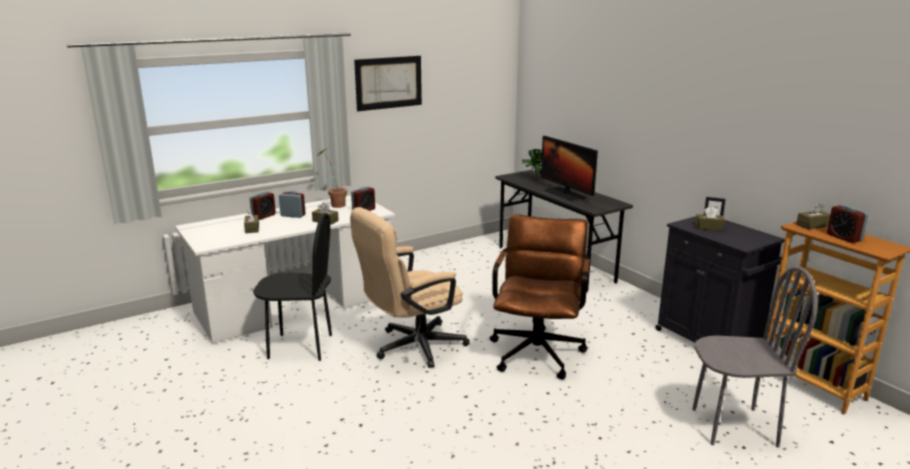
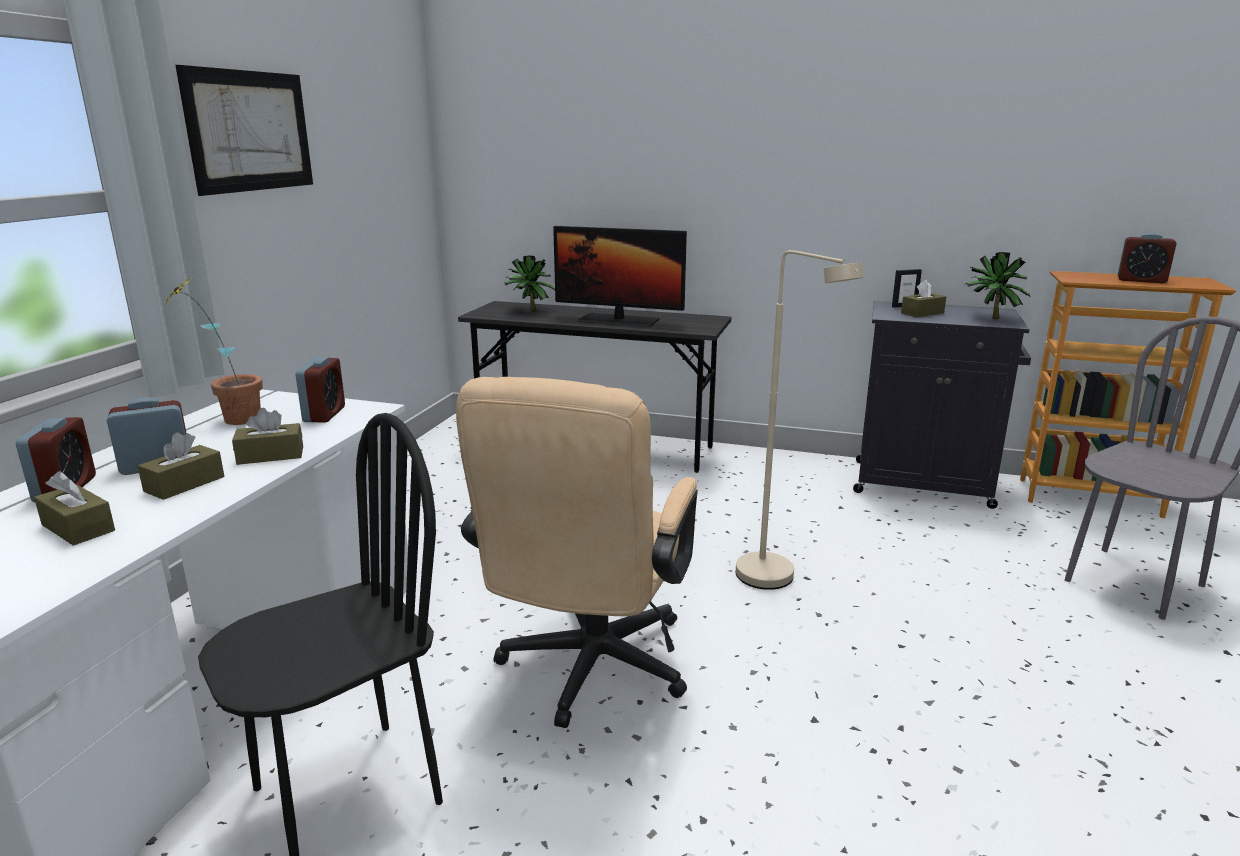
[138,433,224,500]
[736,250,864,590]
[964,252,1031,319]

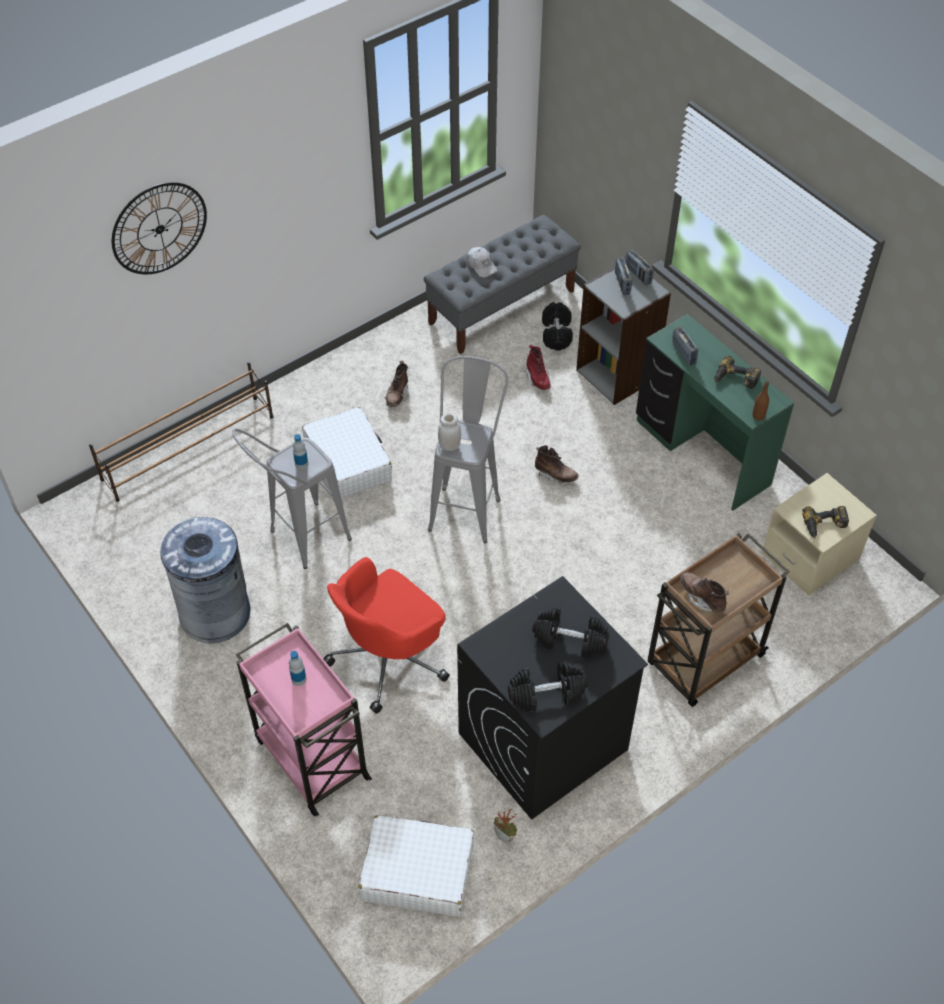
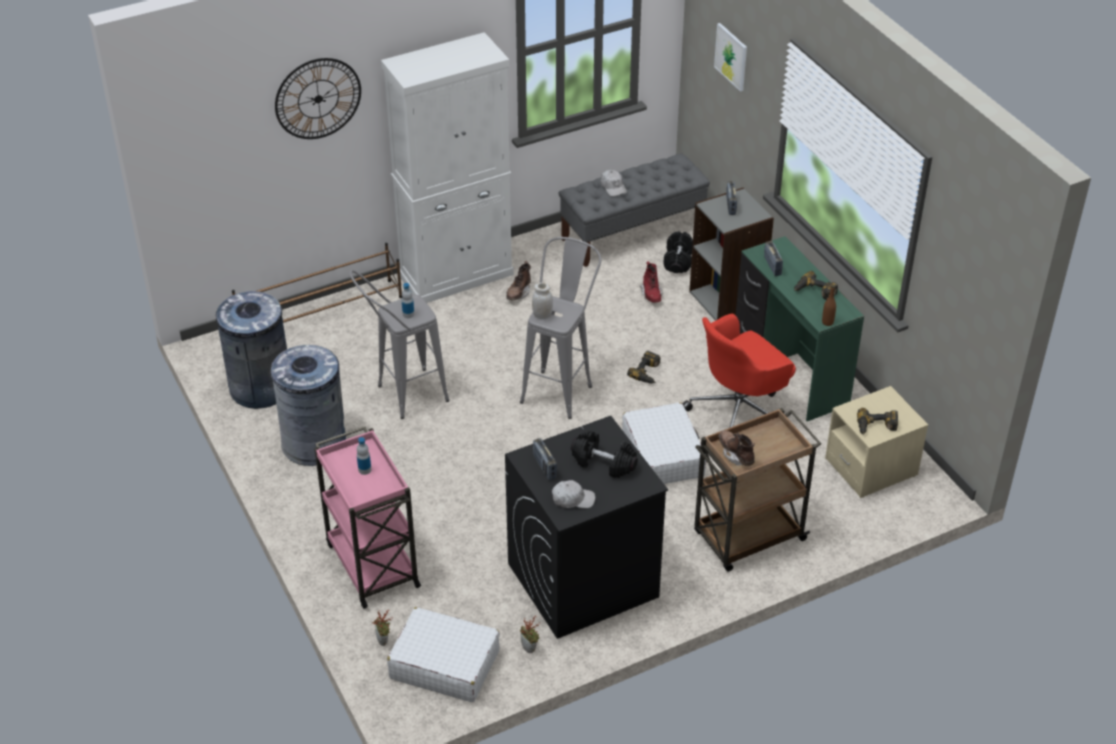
[213,291,287,409]
[372,610,393,646]
[381,32,514,303]
[533,438,557,480]
[552,480,595,508]
[622,402,707,484]
[627,351,660,384]
[683,314,796,428]
[714,23,747,92]

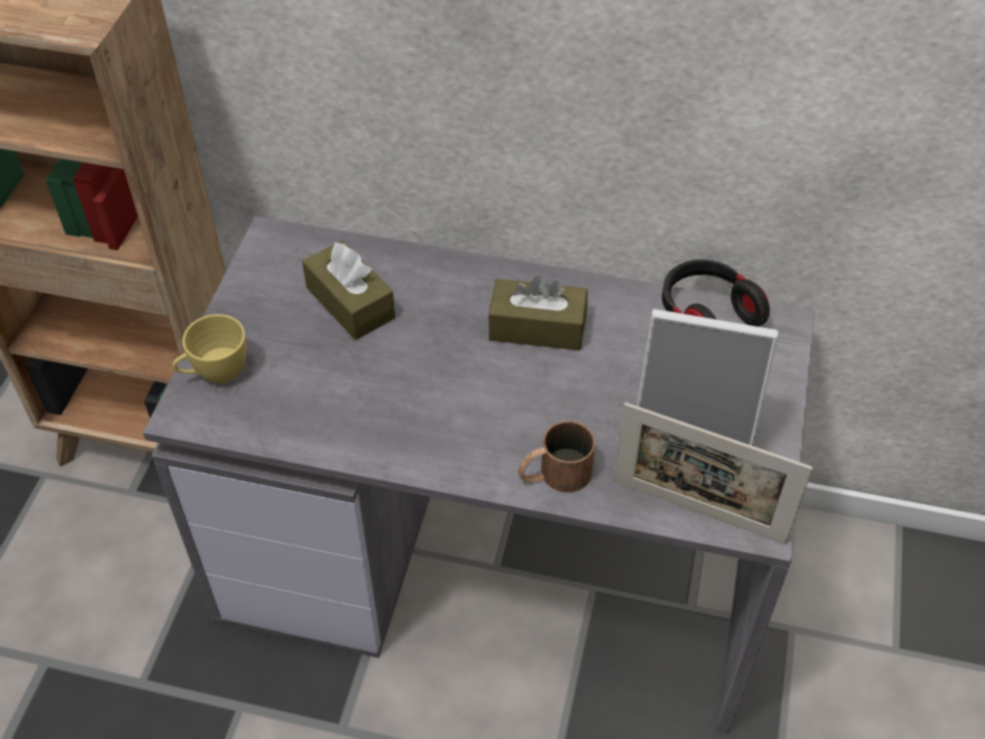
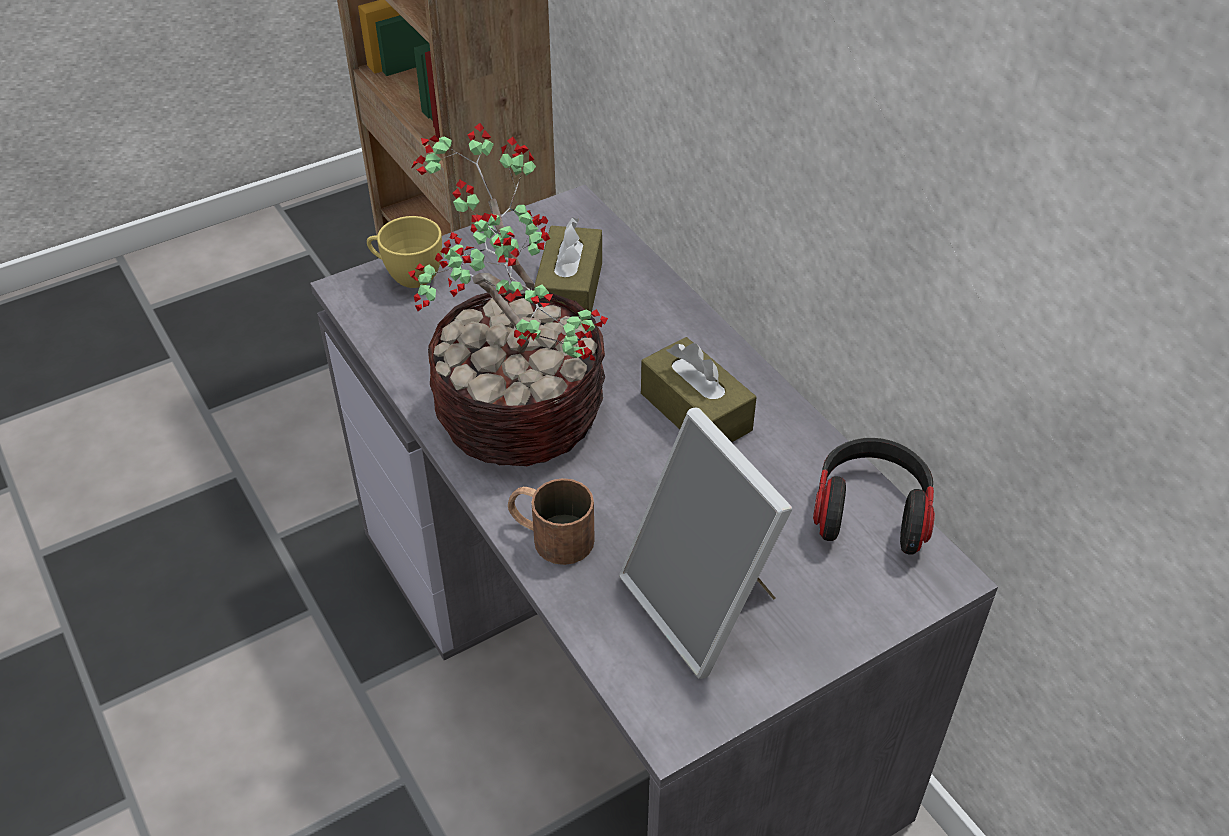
[408,123,608,466]
[614,402,813,544] (first image)

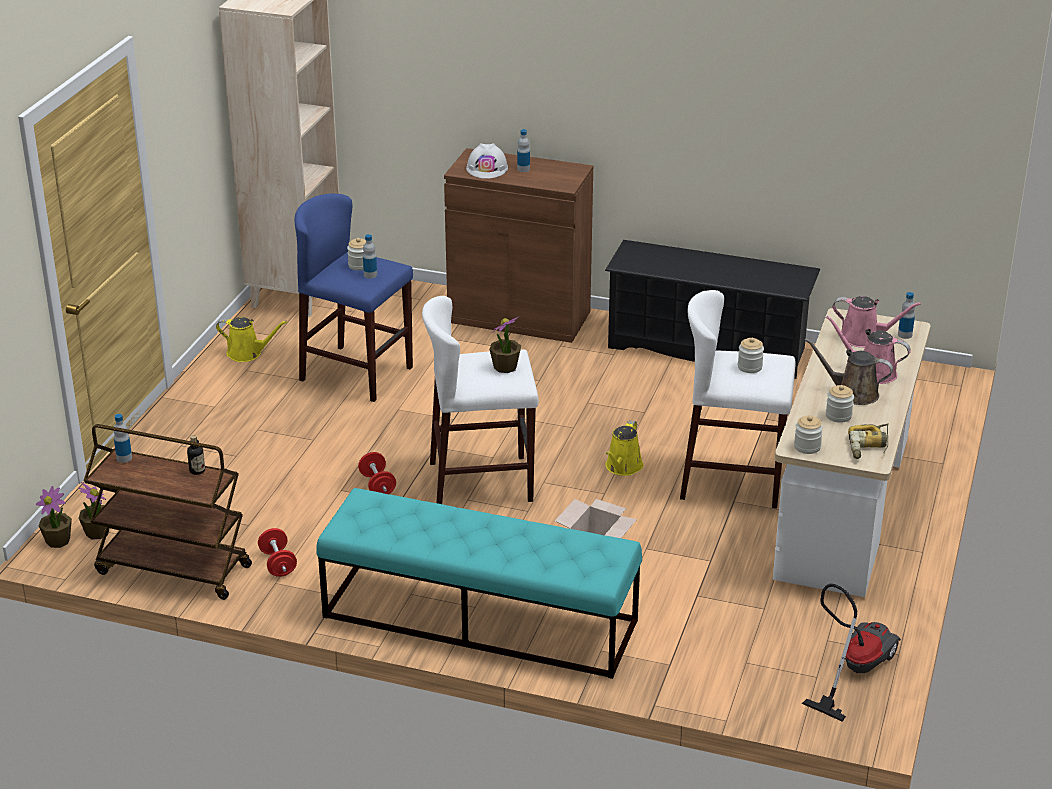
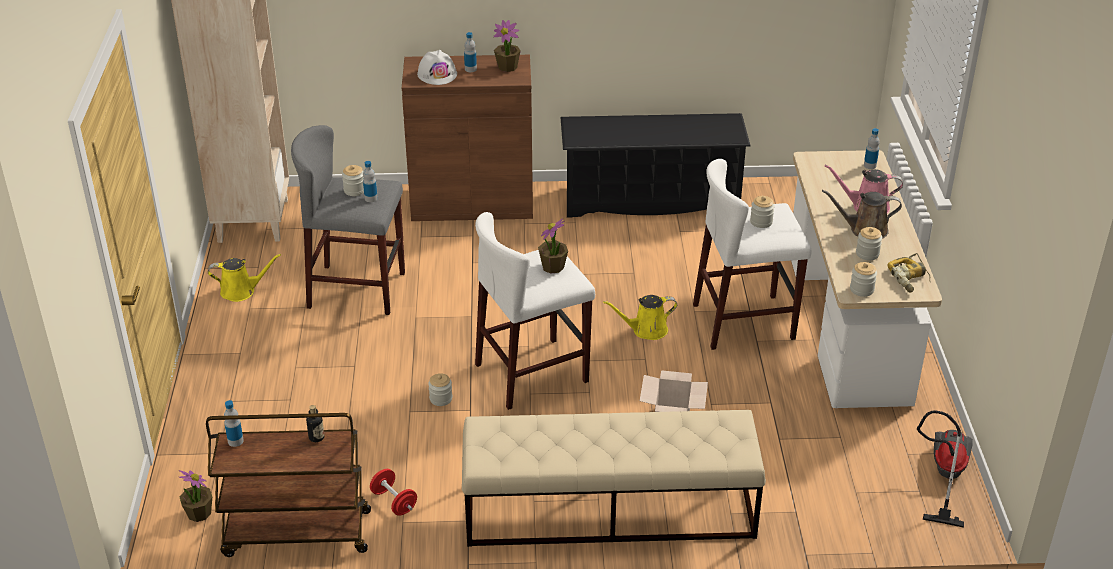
[291,125,405,315]
[428,373,452,406]
[462,410,766,547]
[494,20,521,72]
[603,295,677,340]
[832,296,921,348] (first image)

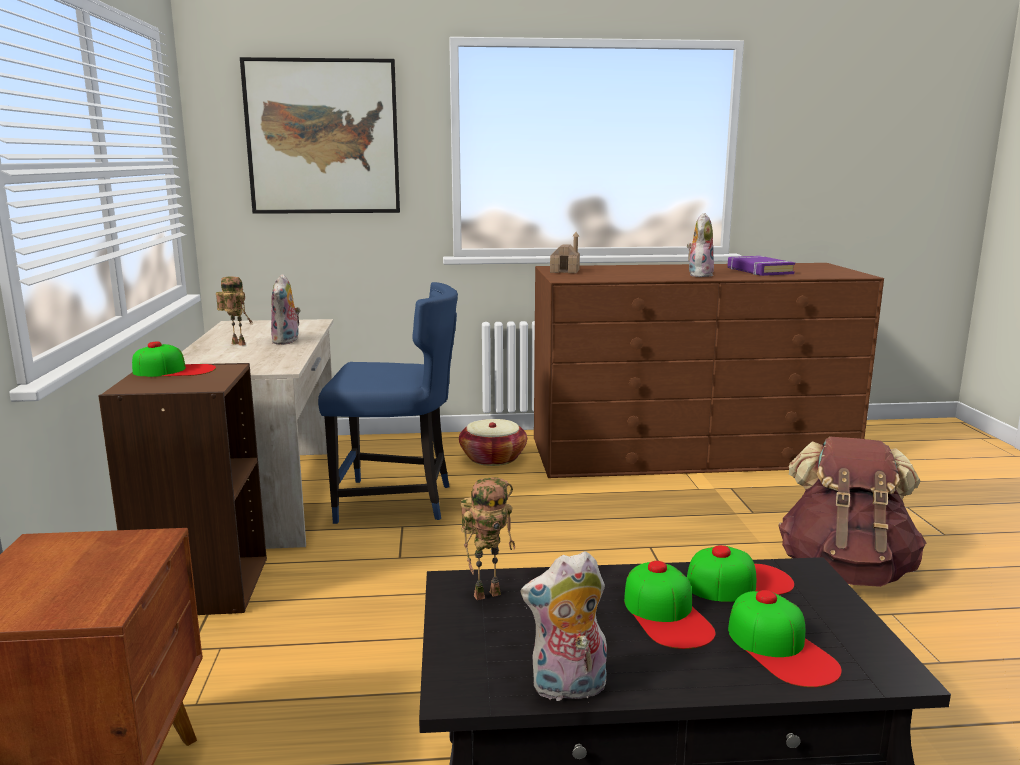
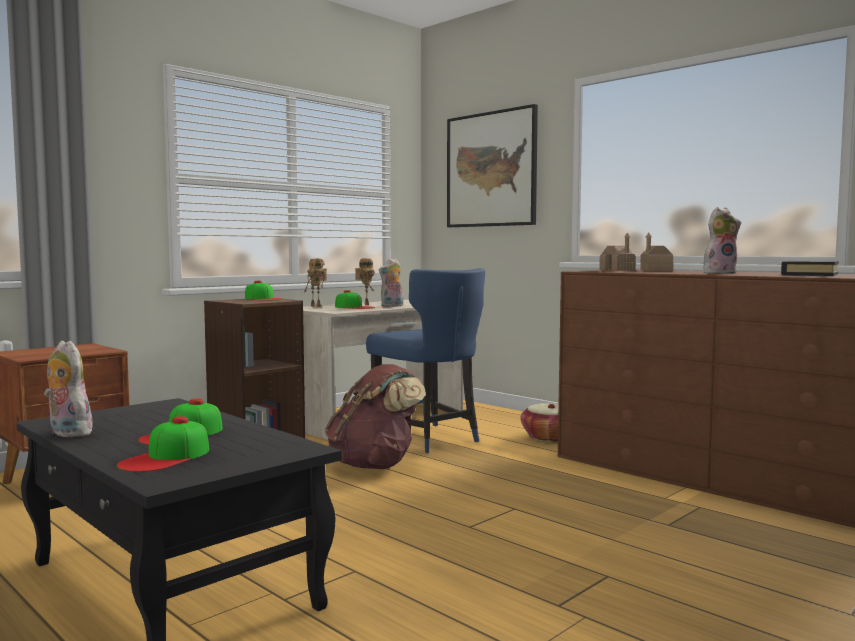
[305,258,327,307]
[325,364,426,469]
[335,290,376,309]
[640,233,674,271]
[781,261,839,276]

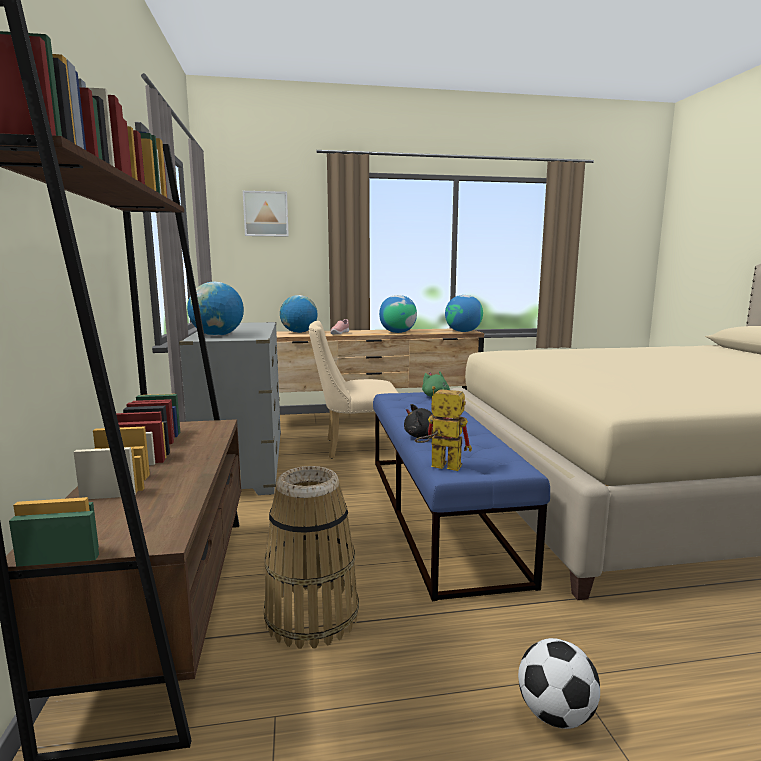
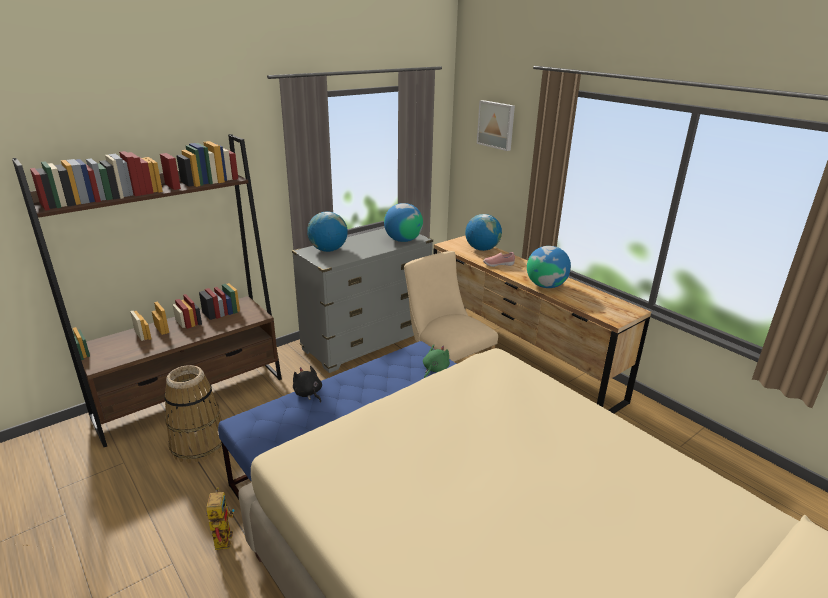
[206,487,235,550]
[384,203,423,242]
[518,638,600,729] (first image)

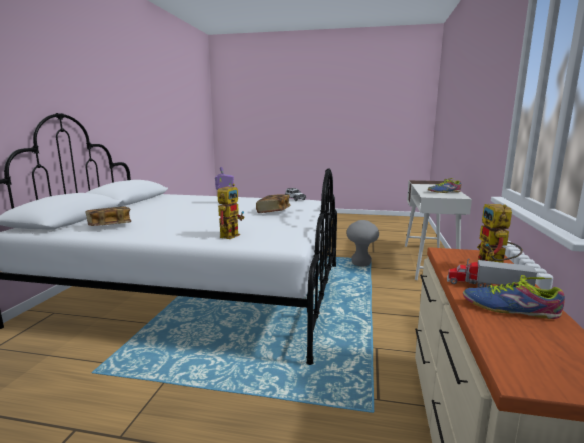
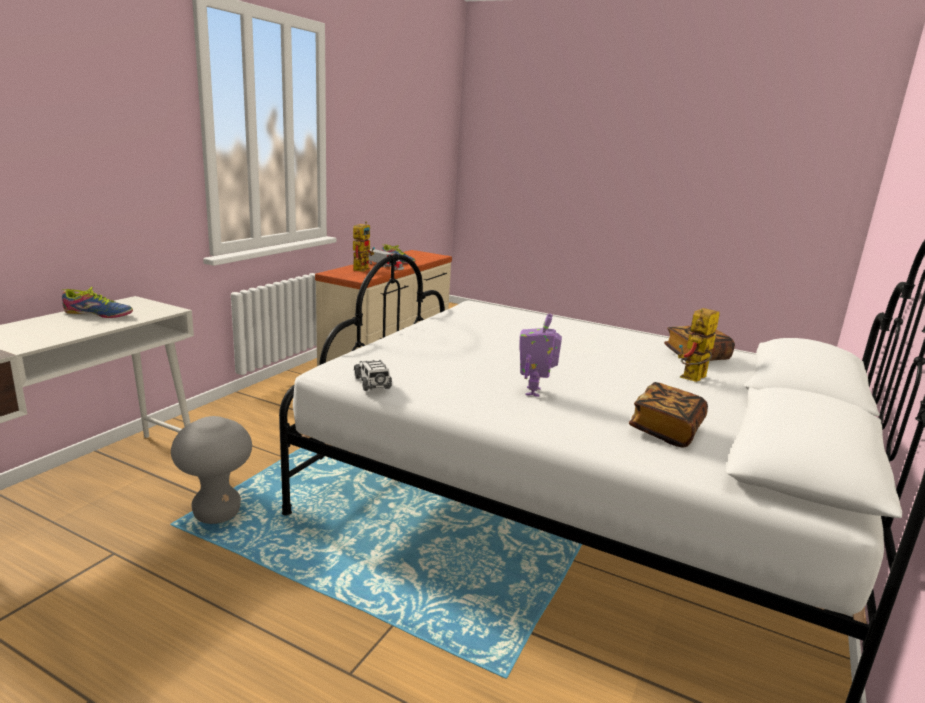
[629,382,708,447]
[678,308,720,382]

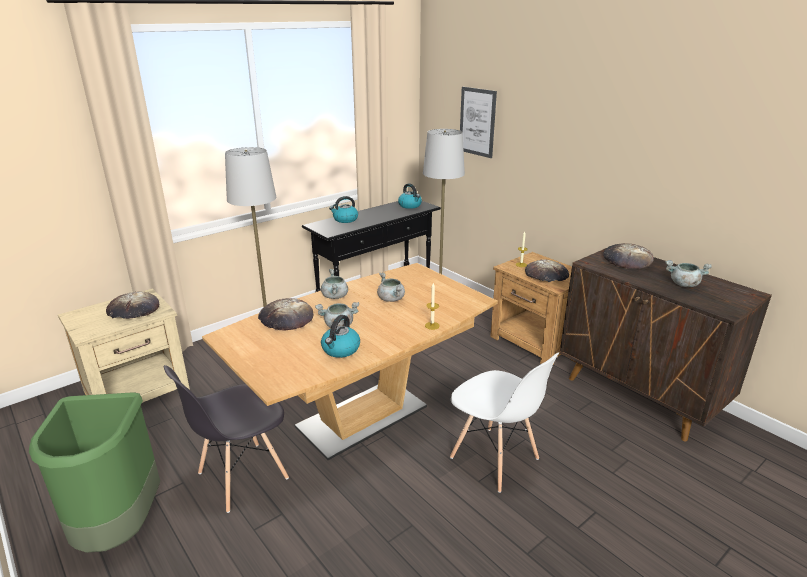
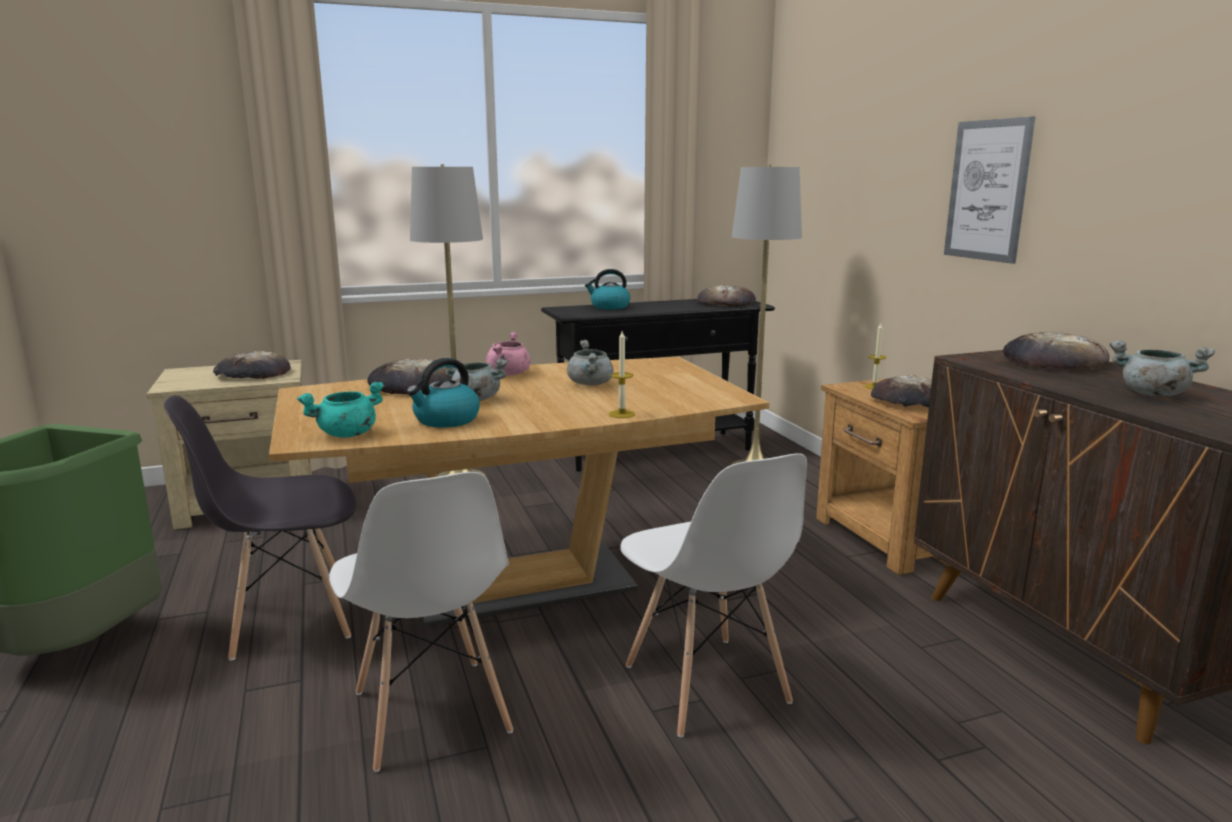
[297,382,384,438]
[329,472,513,772]
[486,332,531,375]
[697,285,756,307]
[944,116,1035,264]

